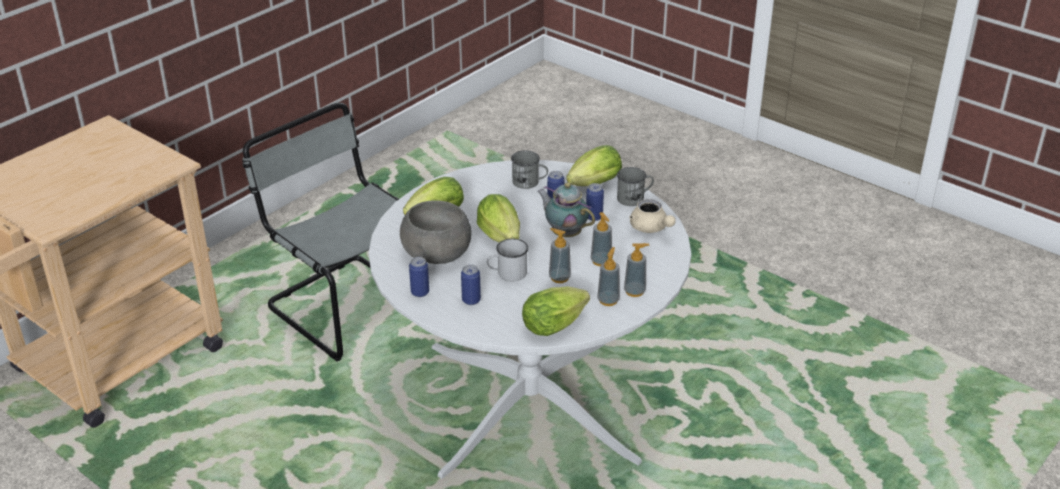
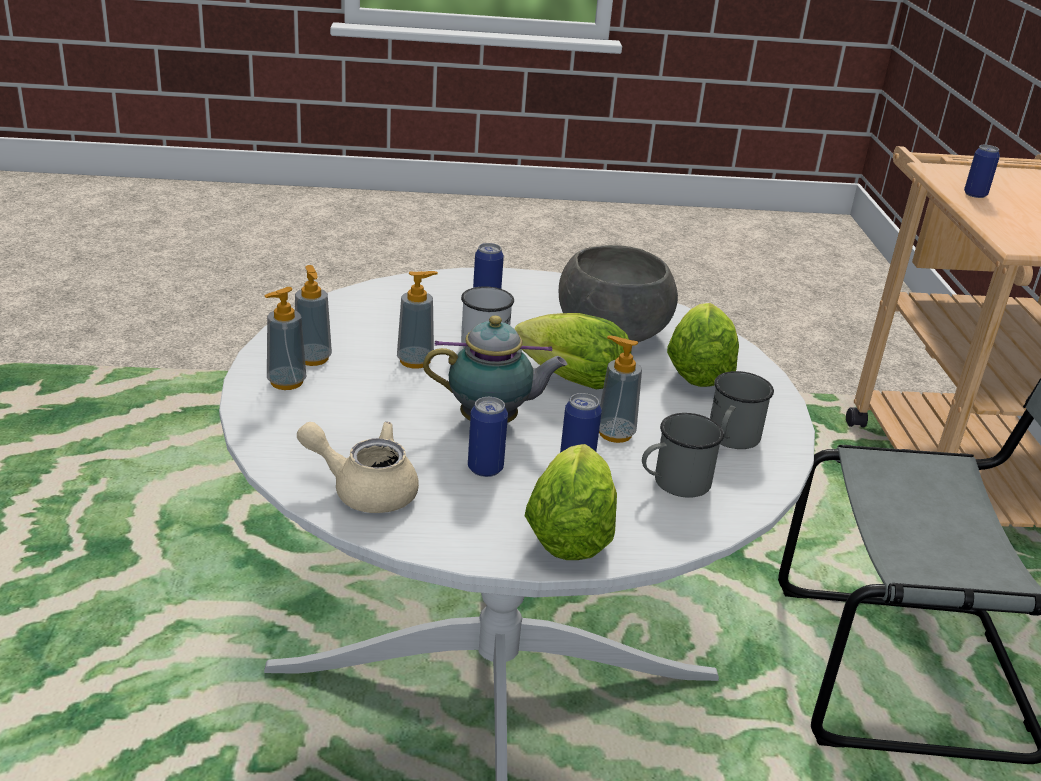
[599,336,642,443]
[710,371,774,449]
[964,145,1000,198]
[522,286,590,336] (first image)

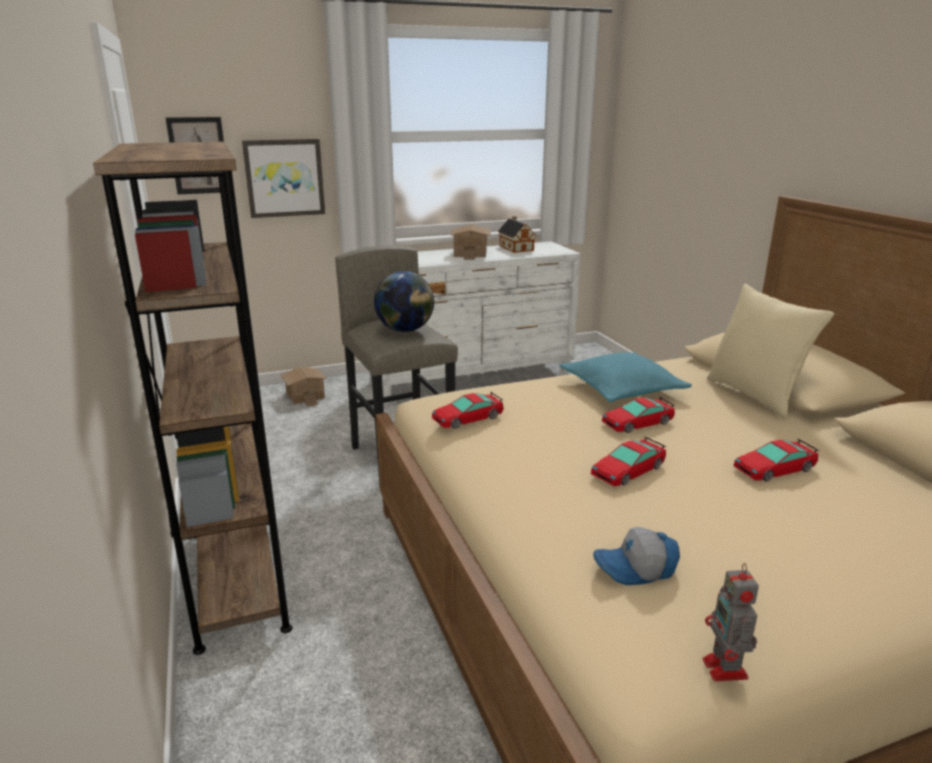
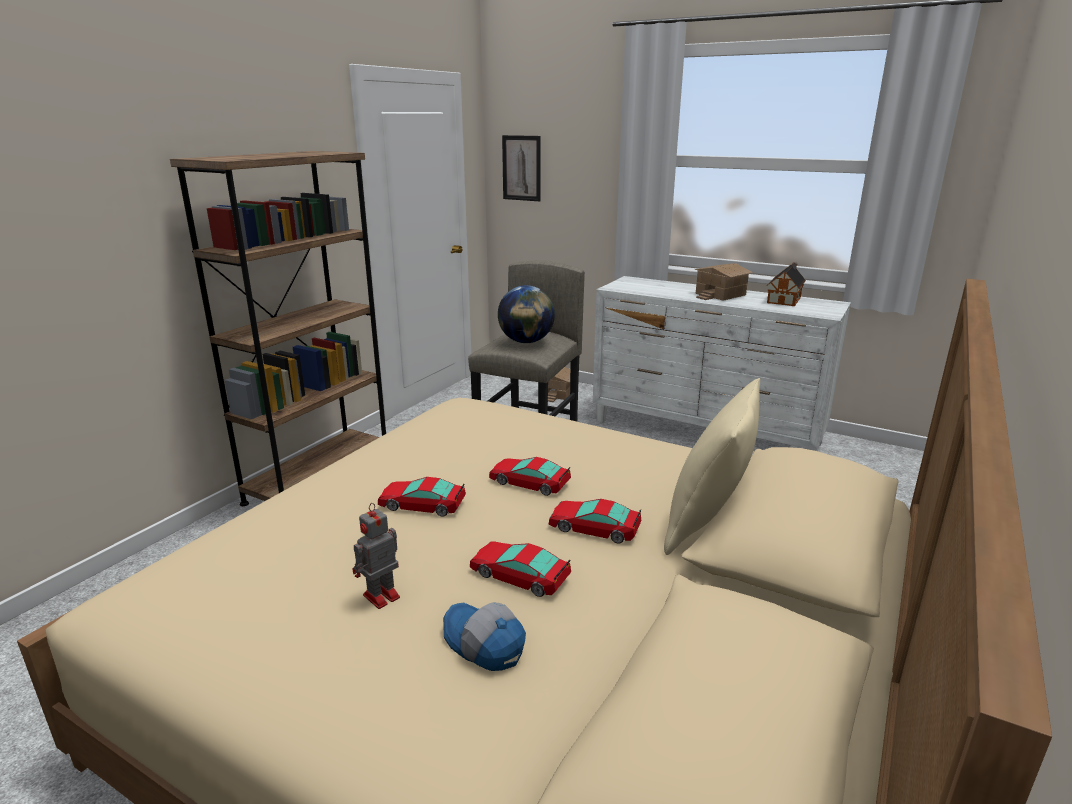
[353,503,400,609]
[443,602,526,671]
[549,499,642,544]
[242,139,325,218] (first image)
[560,352,692,402] (first image)

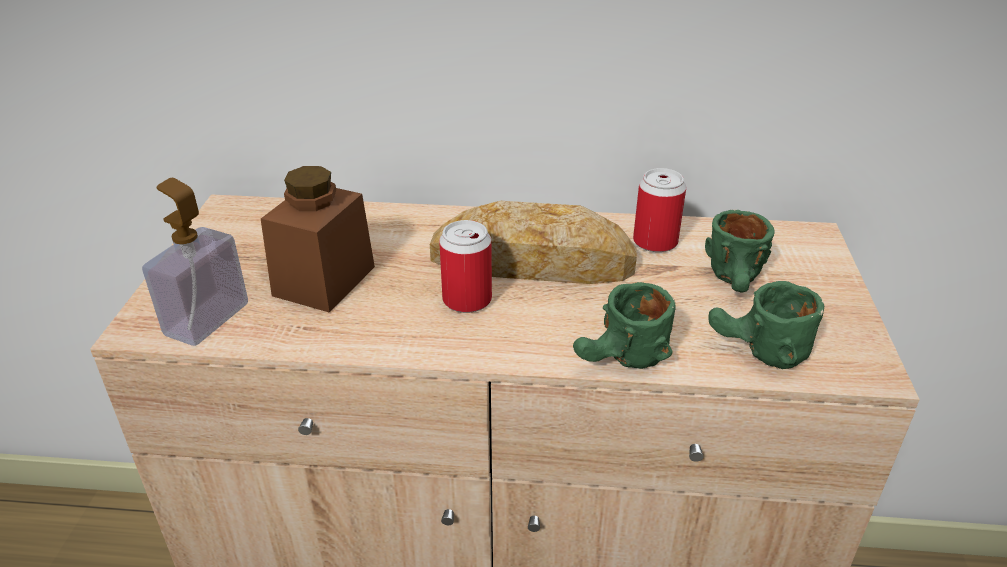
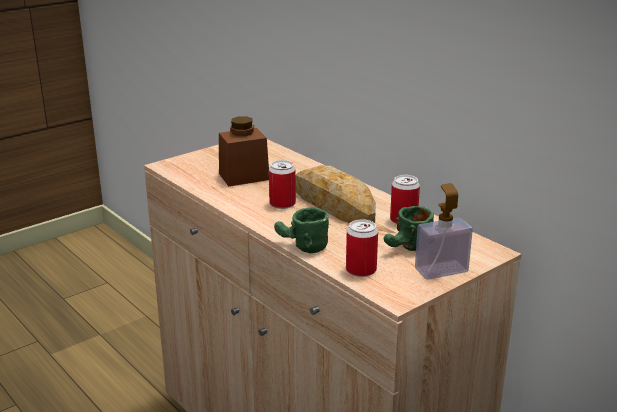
[346,219,378,277]
[415,183,473,280]

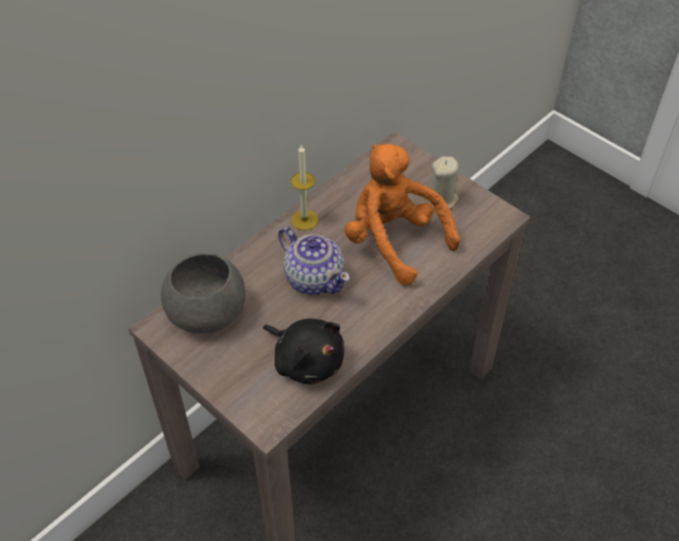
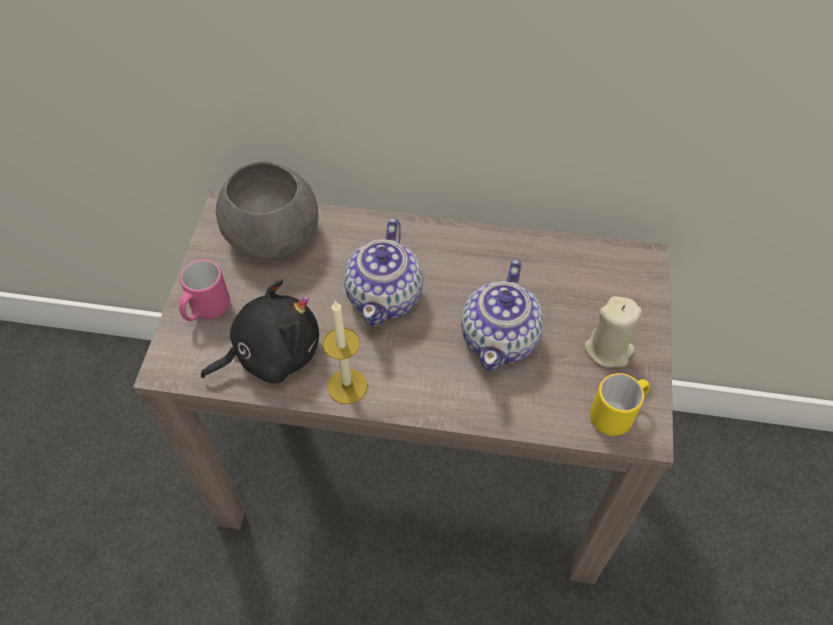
[179,260,230,322]
[201,279,319,384]
[323,301,368,404]
[461,260,544,371]
[590,373,650,436]

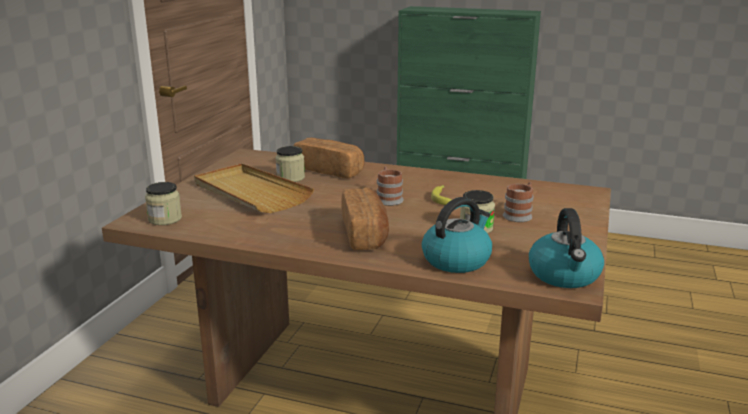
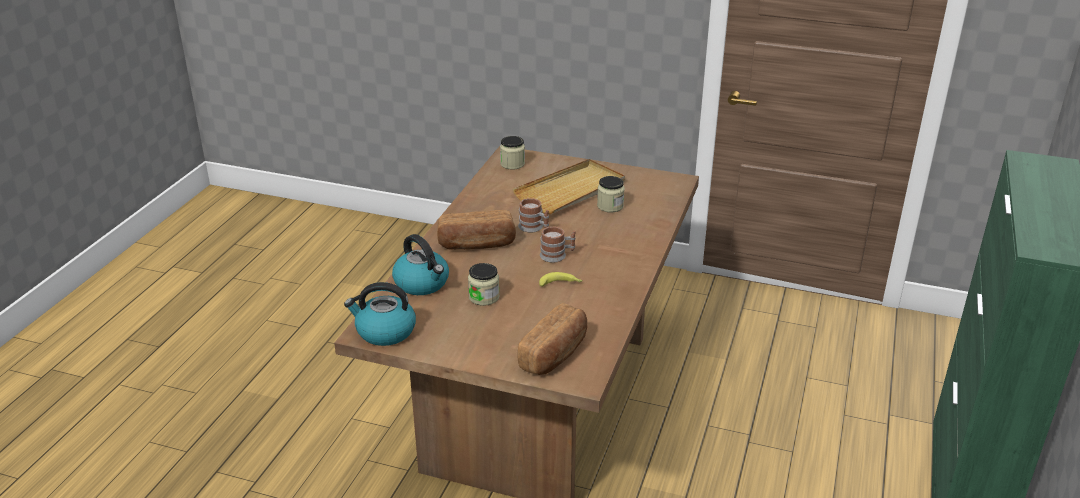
[517,303,587,375]
[518,198,549,233]

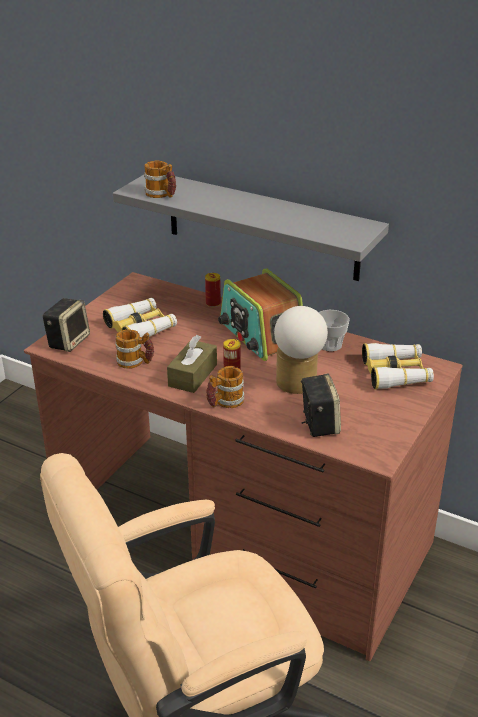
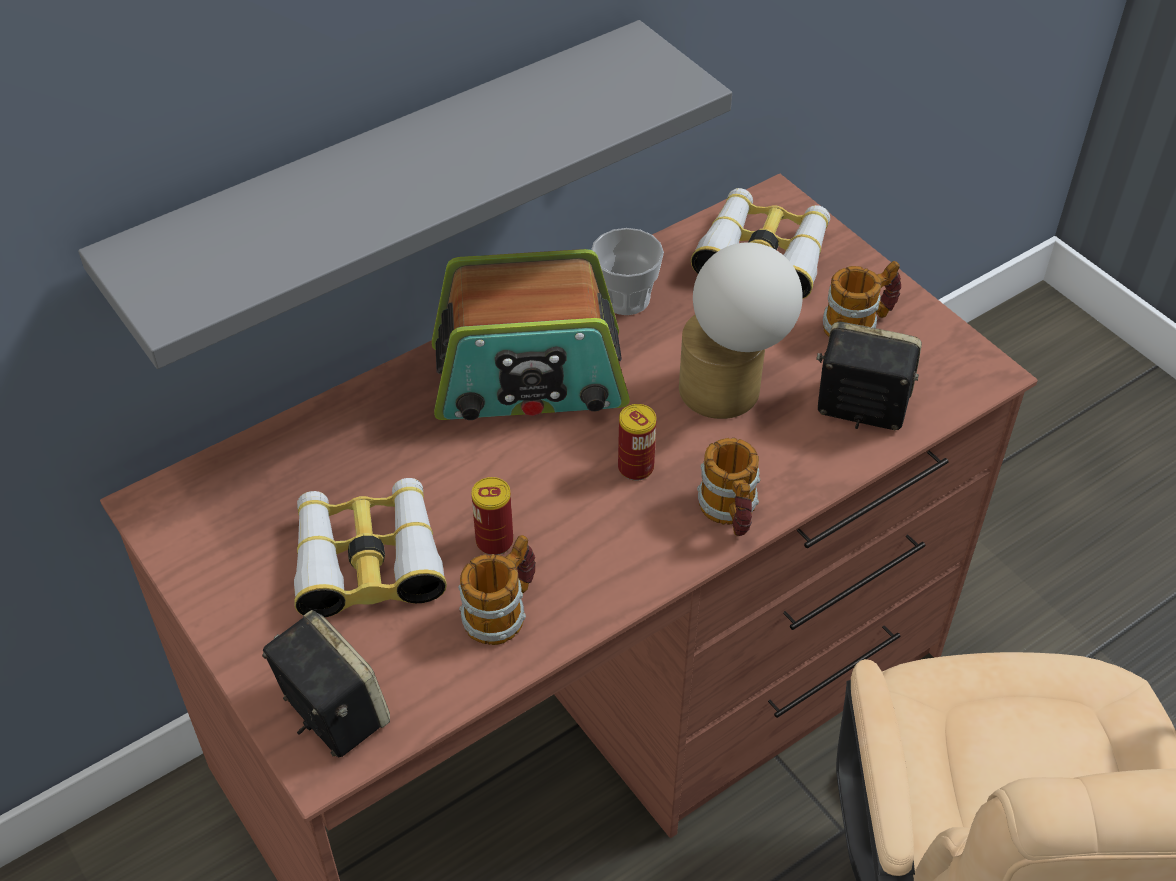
[471,477,513,555]
[823,261,901,337]
[167,335,217,393] (first image)

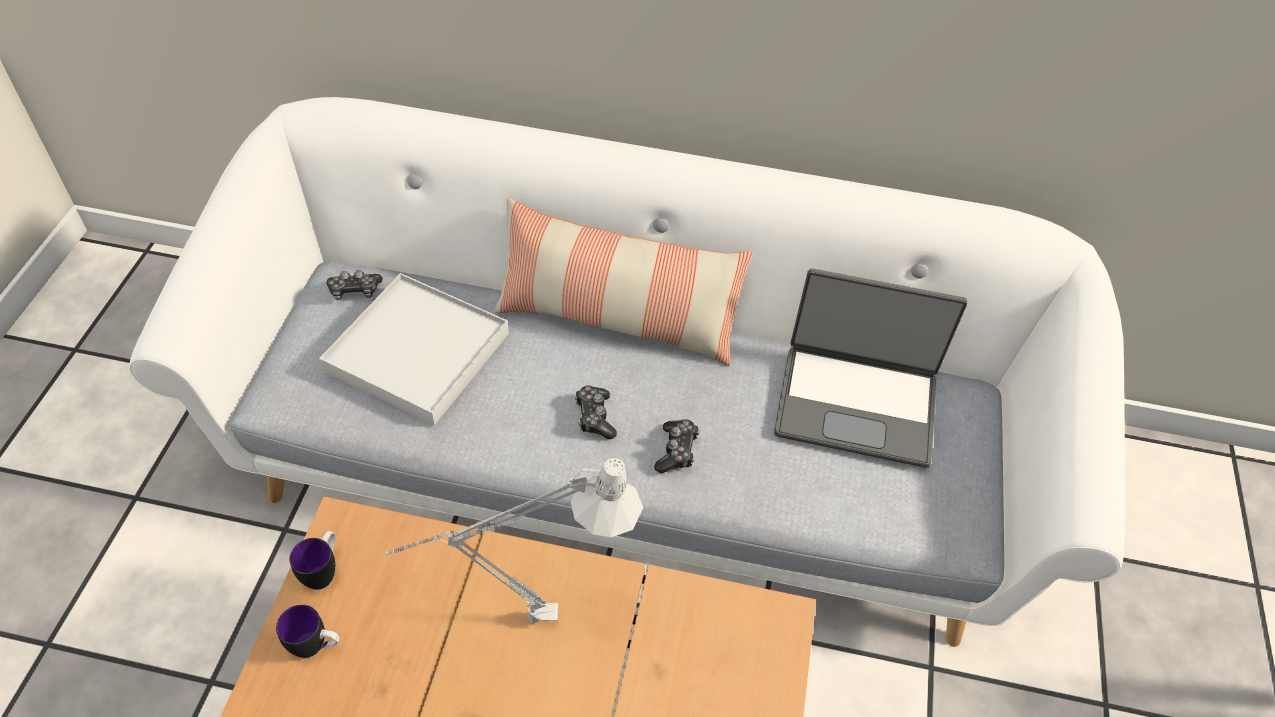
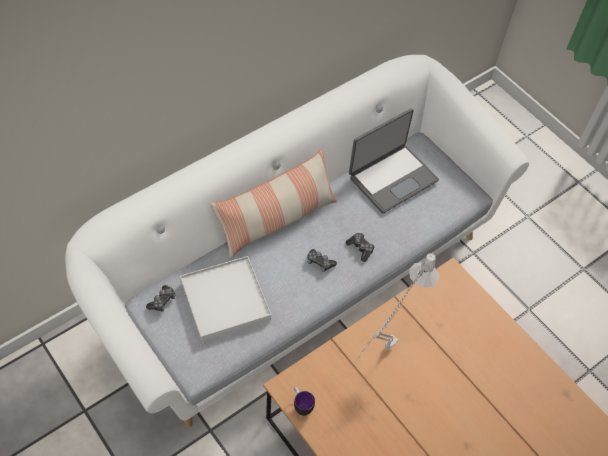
[276,605,340,658] (first image)

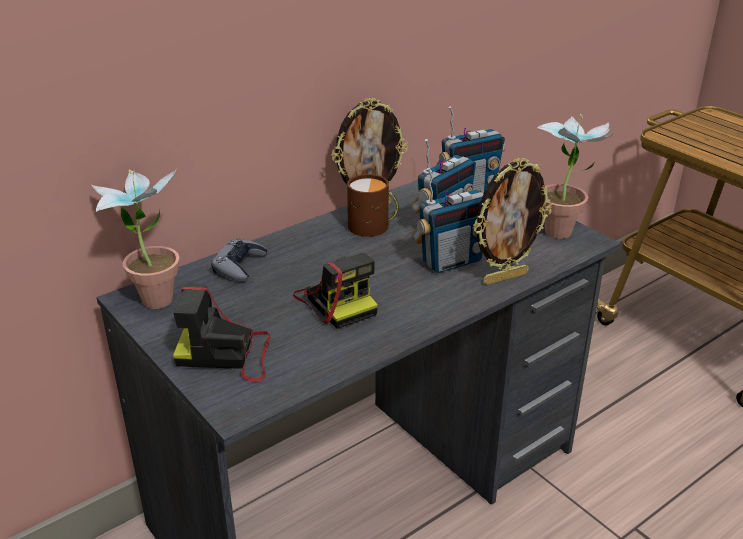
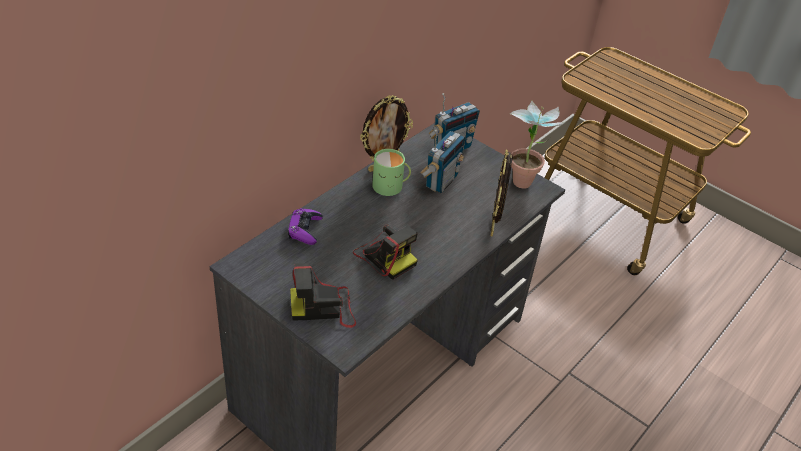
[288,208,323,245]
[372,149,411,196]
[491,150,513,236]
[90,168,179,309] (first image)
[412,168,483,273] (first image)

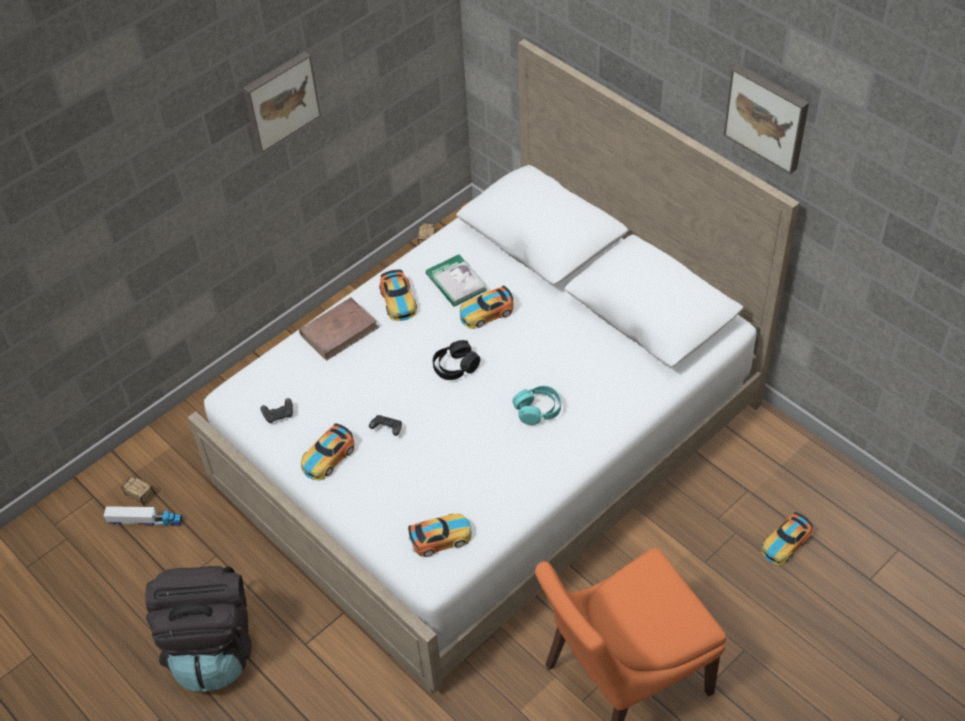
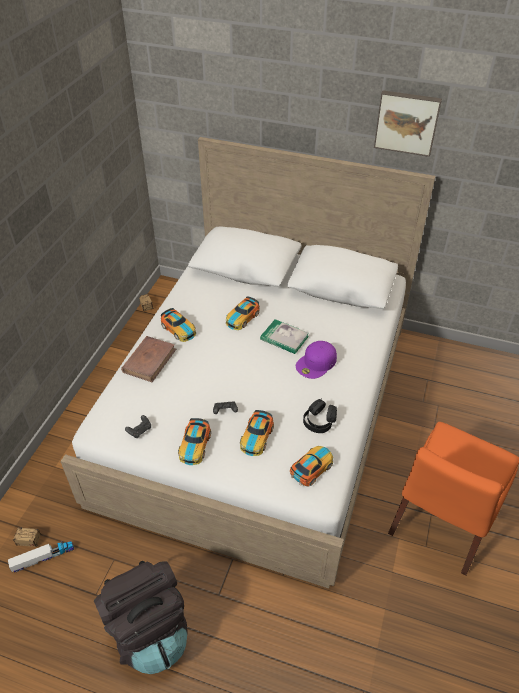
[240,410,274,456]
[260,319,309,354]
[296,341,337,379]
[303,399,337,433]
[243,51,321,152] (first image)

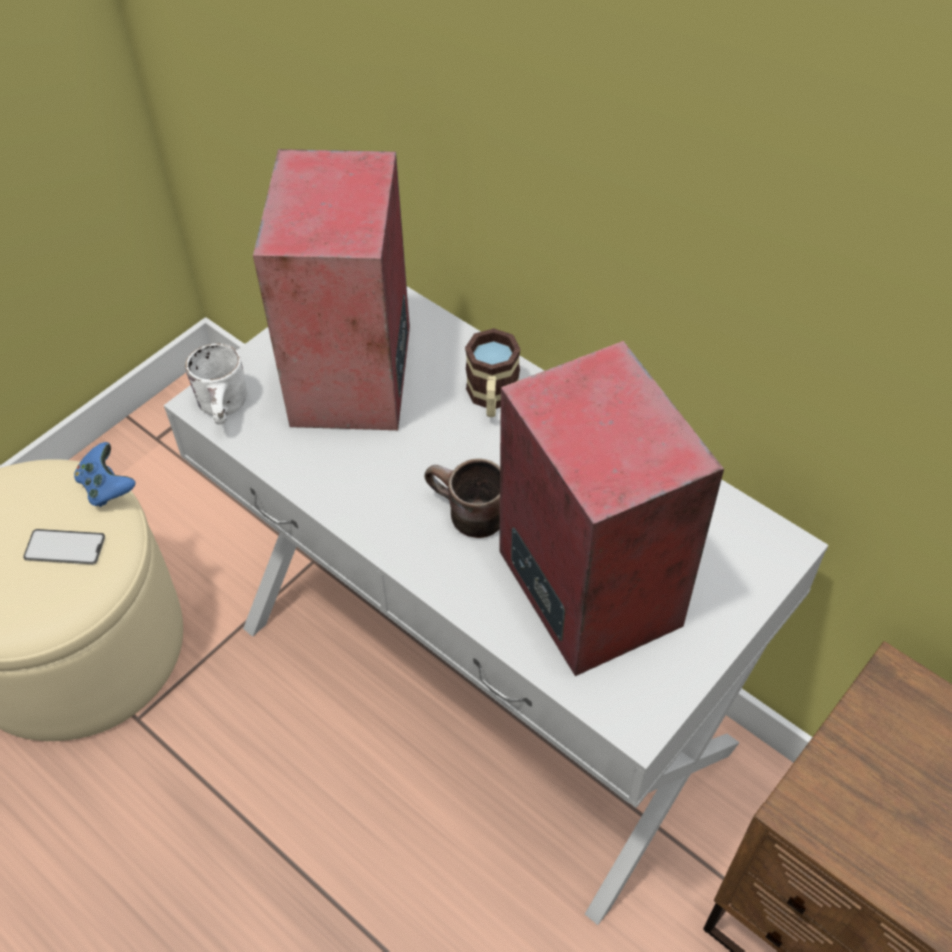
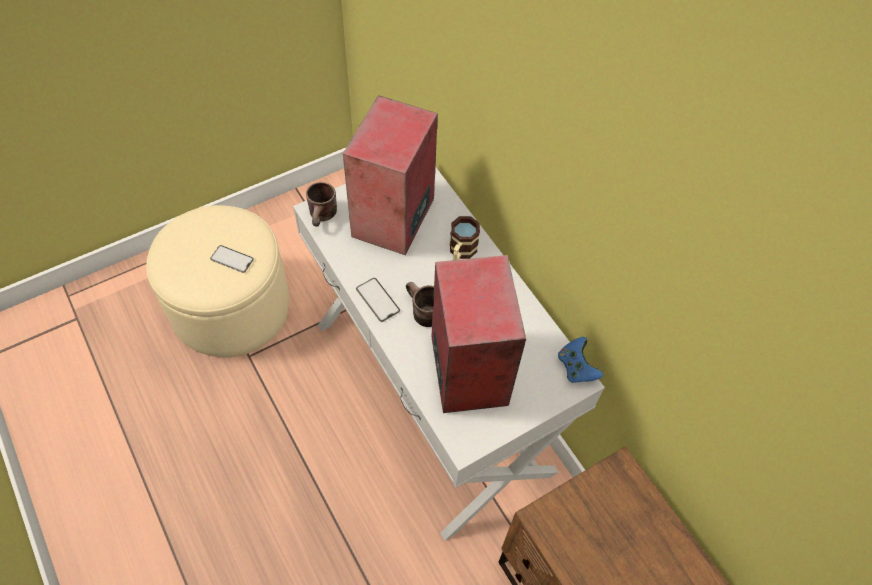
[306,182,337,226]
[356,278,400,322]
[558,337,603,383]

